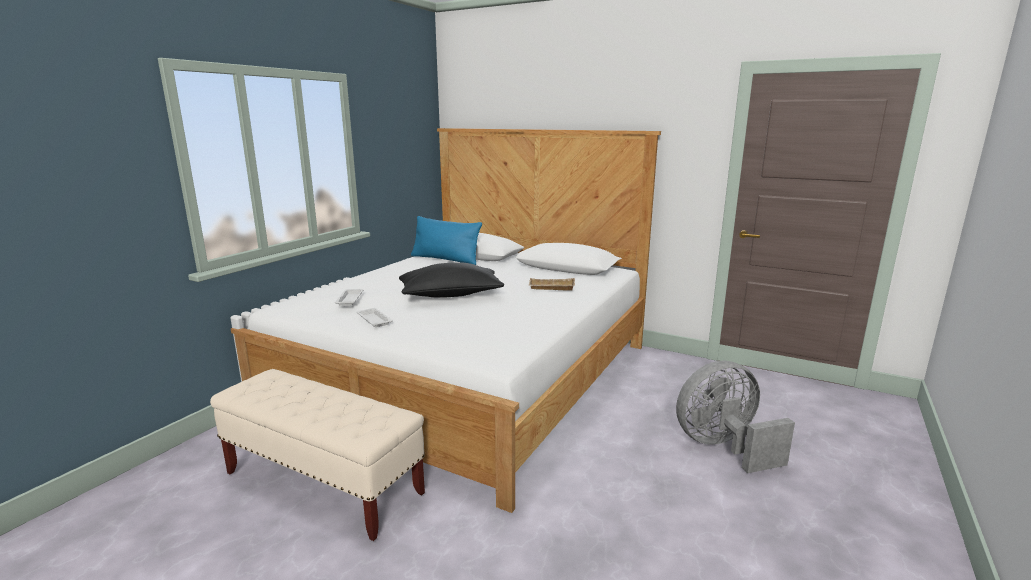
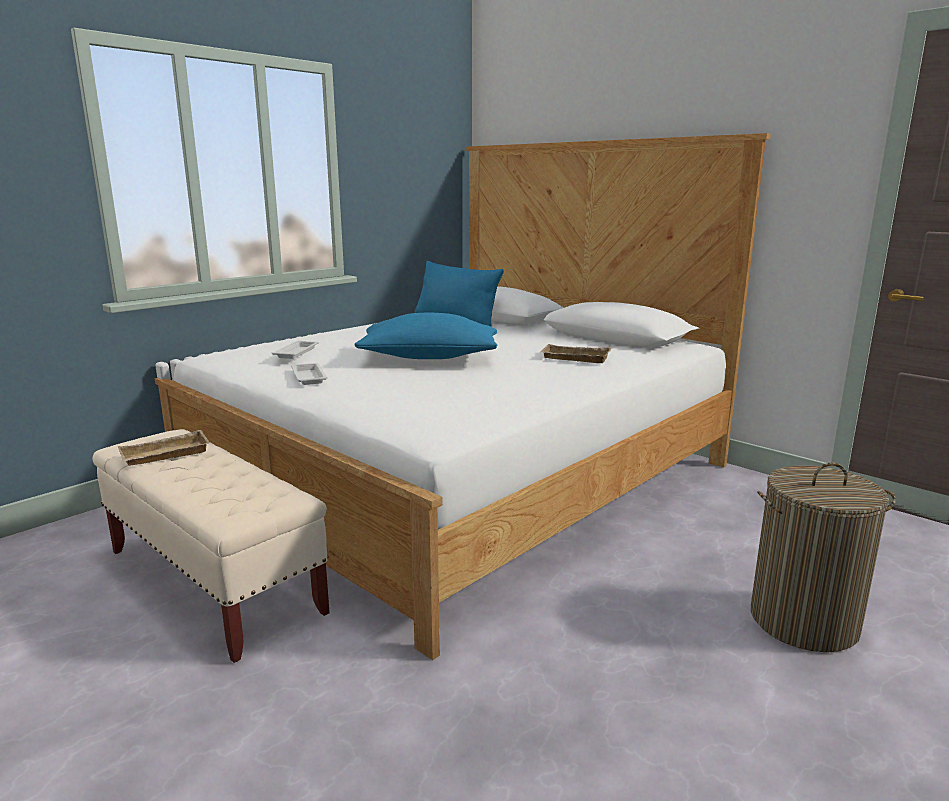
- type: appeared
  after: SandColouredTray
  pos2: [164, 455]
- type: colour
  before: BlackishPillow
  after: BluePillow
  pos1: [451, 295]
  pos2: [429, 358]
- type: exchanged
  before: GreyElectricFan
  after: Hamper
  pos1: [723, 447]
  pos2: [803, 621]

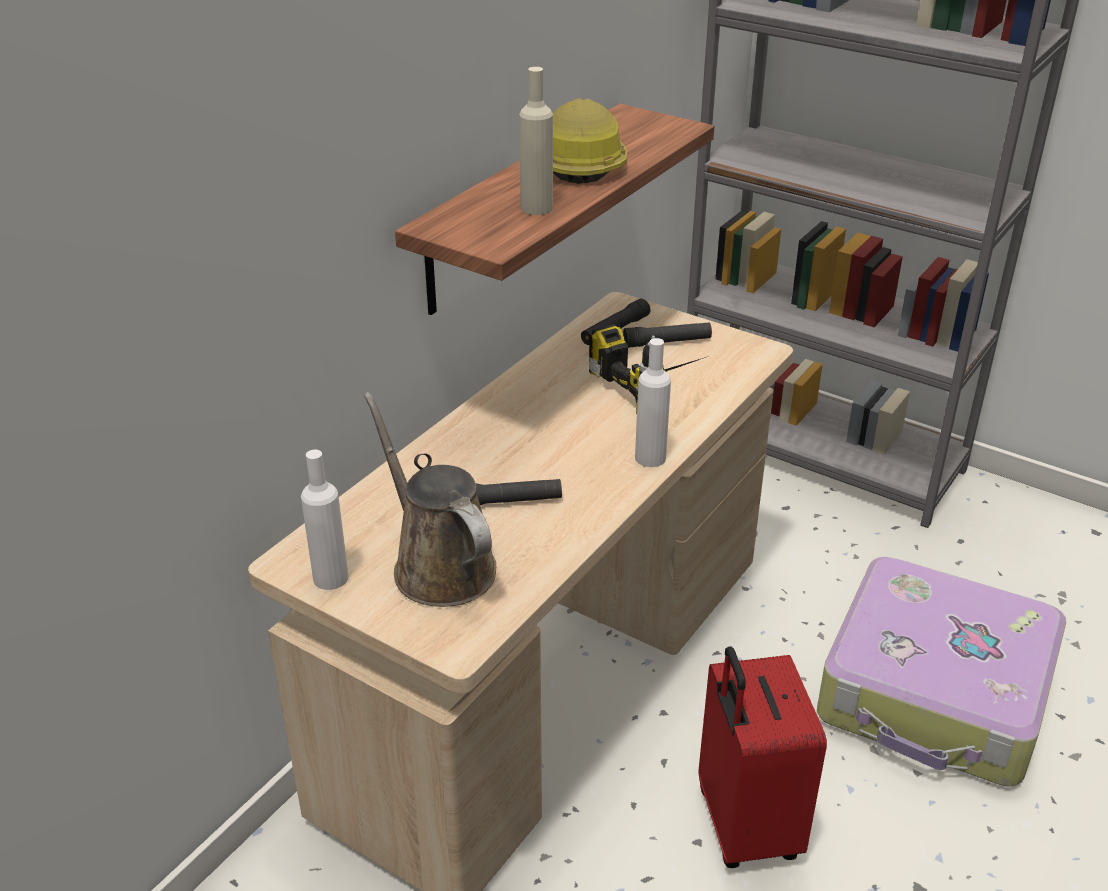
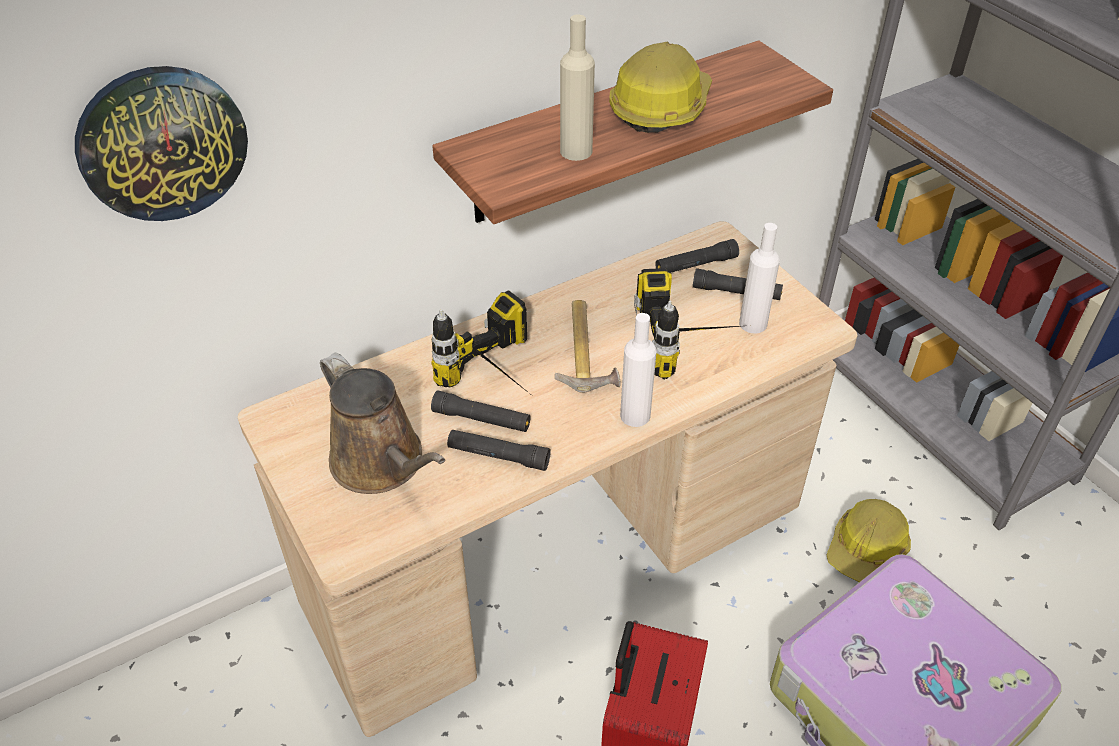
- type: appeared
  after: WallClock
  pos2: [162, 143]
- type: spun
  before: BrownColouredWateringCan
  pos1: [438, 565]
  pos2: [382, 463]
  turn: 150
- type: appeared
  after: Drill
  pos2: [501, 382]
- type: appeared
  after: BlackishTorch
  pos2: [498, 456]
- type: appeared
  after: Hammer
  pos2: [587, 350]
- type: relocated
  before: WhitishBottle
  pos1: [330, 578]
  pos2: [753, 324]
- type: appeared
  after: WorkHelmet
  pos2: [866, 548]

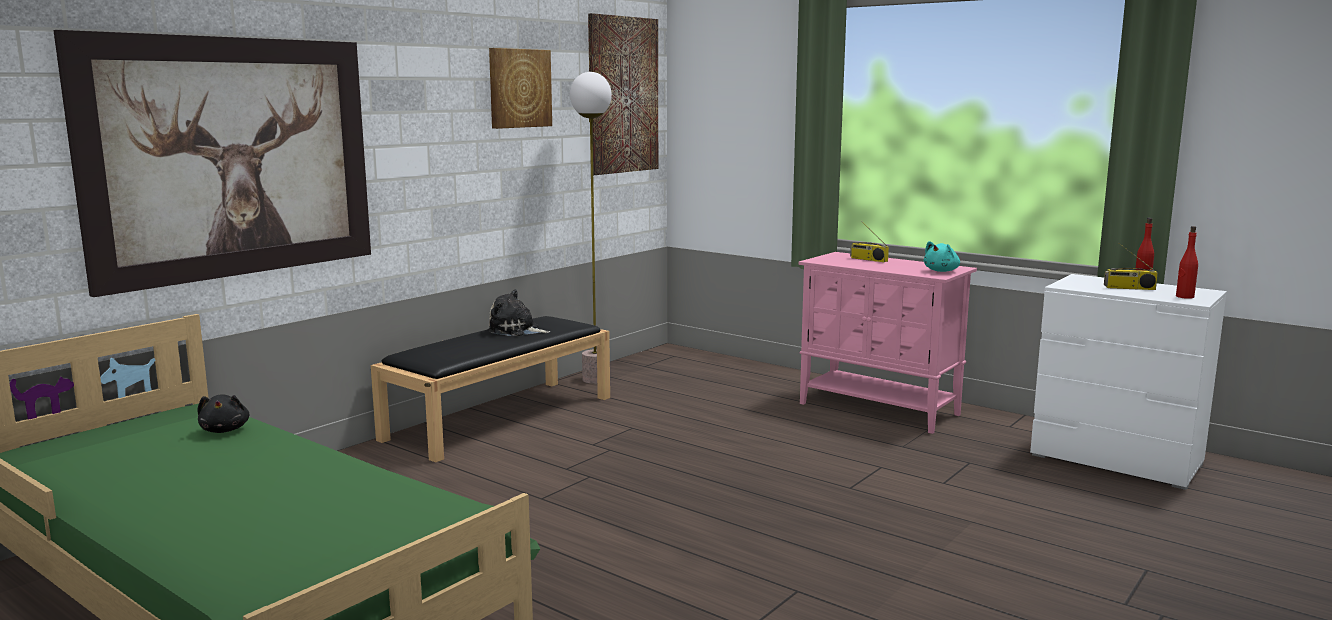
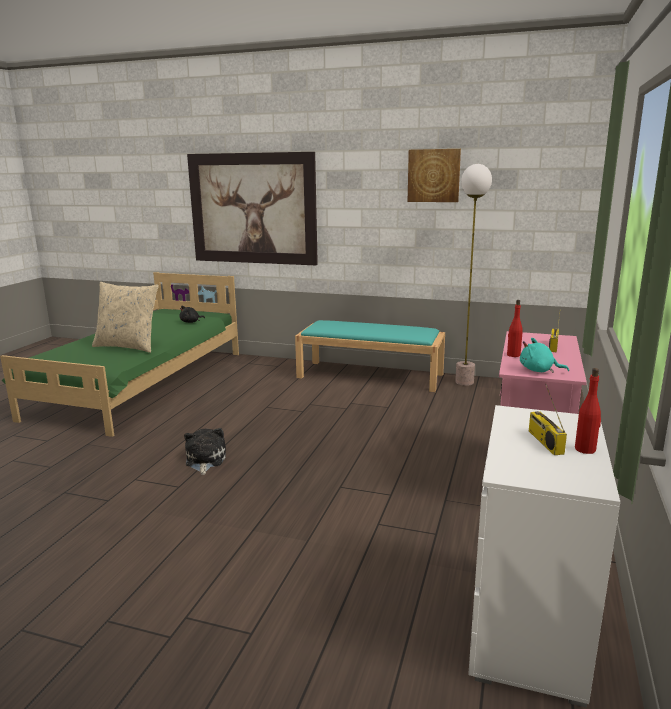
- type: appeared
  after: SandColouredPillow
  pos2: [128, 346]
- type: relocated
  before: PlushToy
  pos1: [516, 330]
  pos2: [205, 460]
- type: colour
  before: BlackishBench
  after: BlueGreenBench
  pos1: [501, 417]
  pos2: [371, 375]
- type: relocated
  before: RedColouredBottle
  pos1: [1184, 297]
  pos2: [513, 355]
- type: missing
  before: WallArt
  pos1: [623, 95]

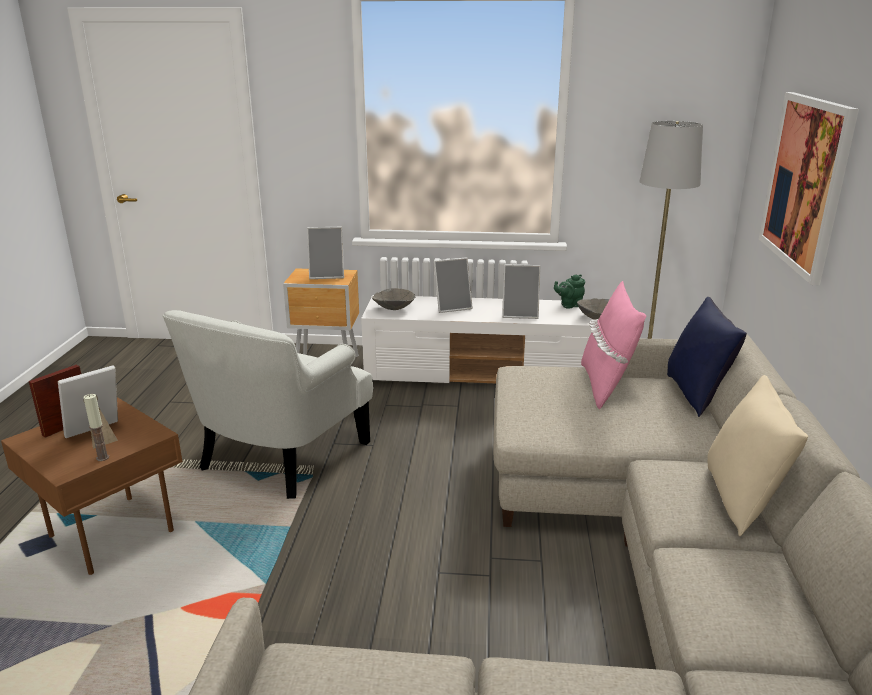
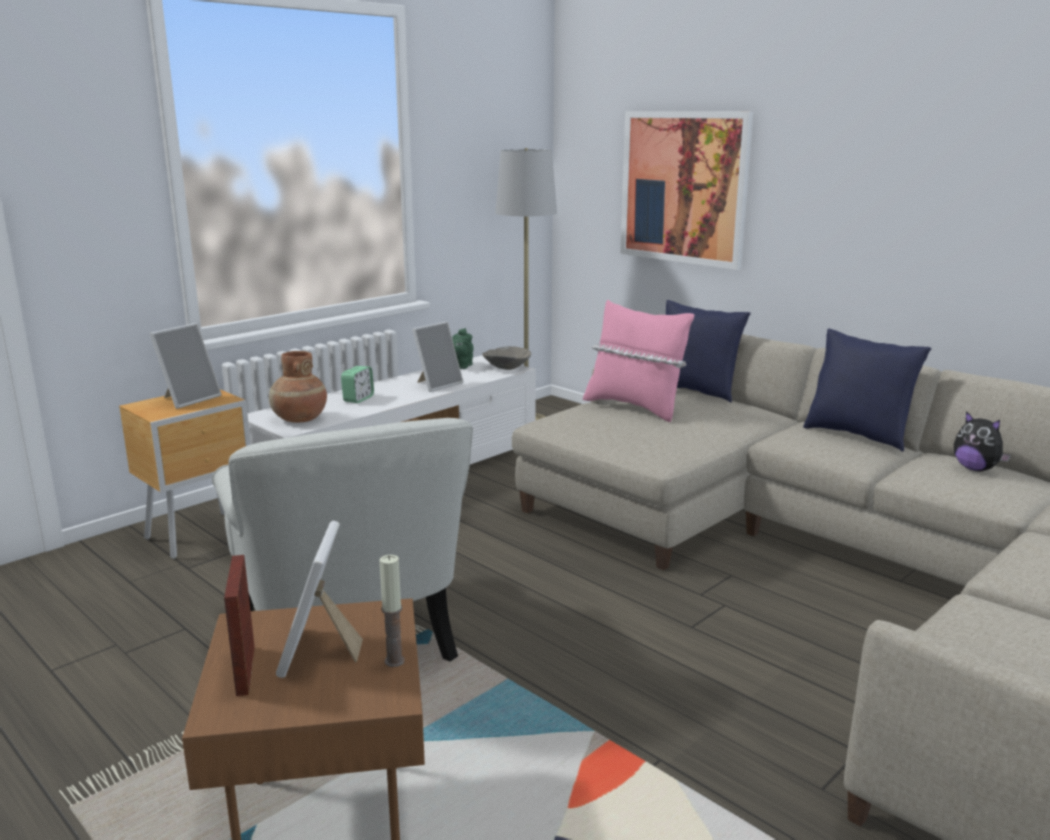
- type: exchanged
  before: GreyServingBowl
  after: BrownColouredFlowerVase
  pos1: [393, 308]
  pos2: [299, 419]
- type: exchanged
  before: PhotoFrame
  after: AlarmClock
  pos1: [452, 307]
  pos2: [358, 399]
- type: colour
  before: SandColouredPillow
  after: BluePillow
  pos1: [742, 500]
  pos2: [857, 435]
- type: appeared
  after: PlushToy
  pos2: [975, 469]

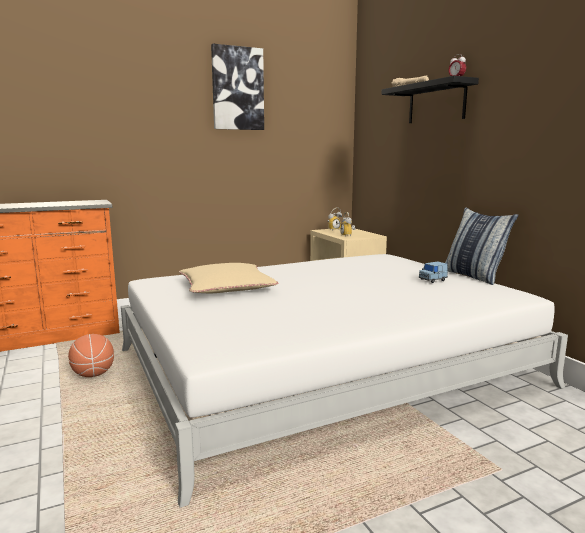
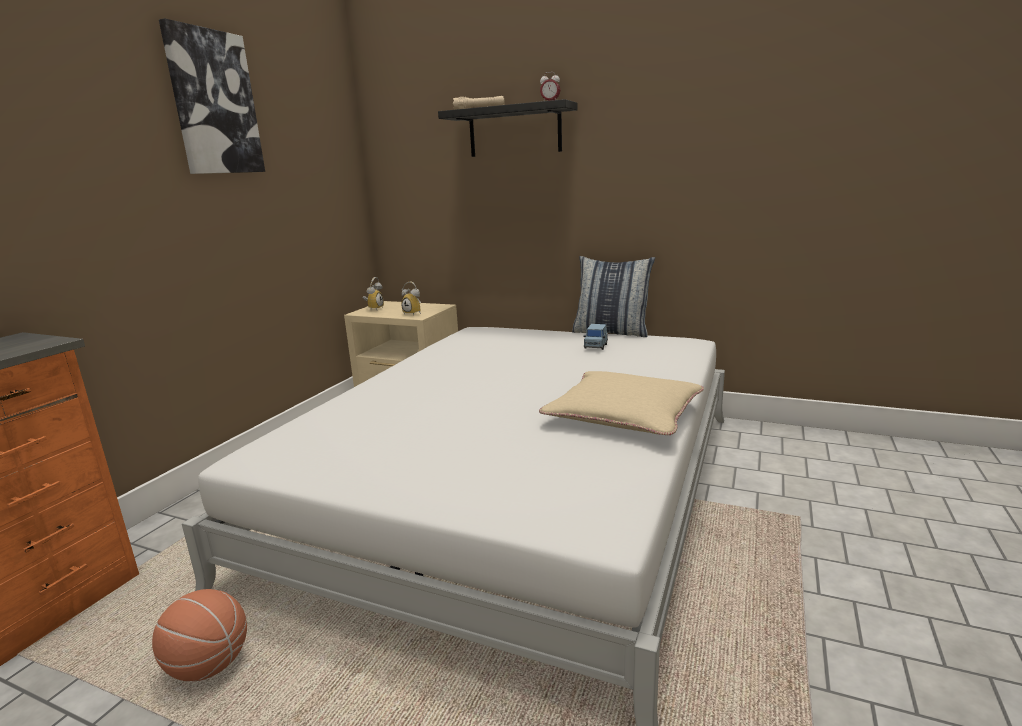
- type: relocated
  before: SandColouredPillow
  pos1: [226, 287]
  pos2: [623, 414]

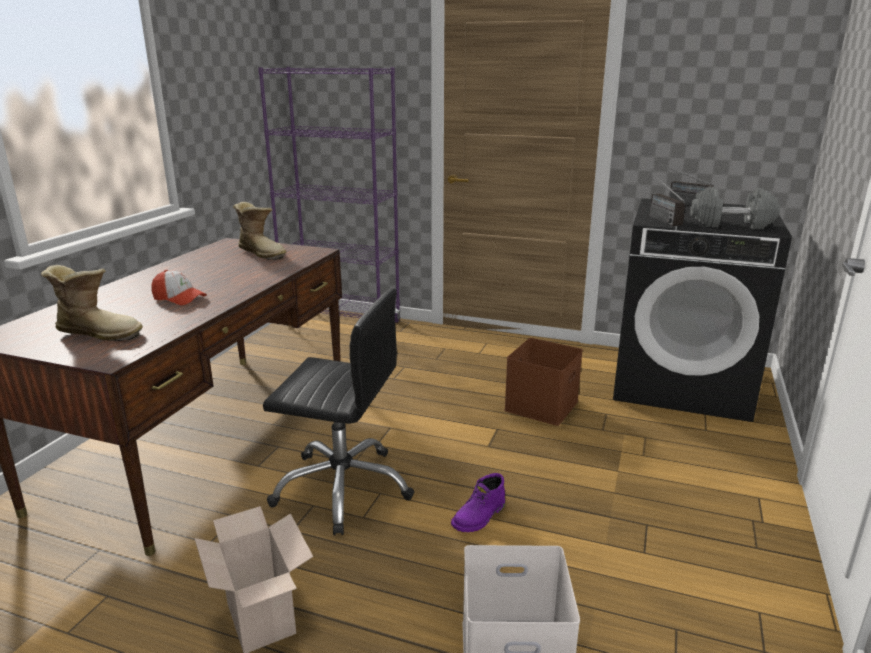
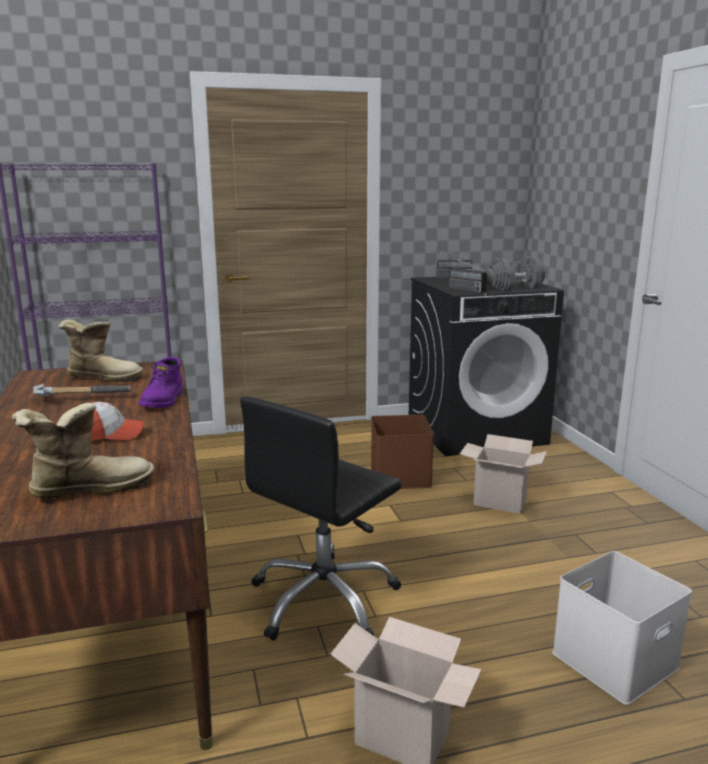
- type: appeared
  after: Hammer
  pos2: [80, 398]
- type: relocated
  before: PurplishBoot
  pos1: [479, 517]
  pos2: [164, 401]
- type: spun
  before: BlackishComputerChair
  pos1: [343, 487]
  pos2: [324, 600]
  turn: 150
- type: appeared
  after: PackingBox
  pos2: [498, 502]

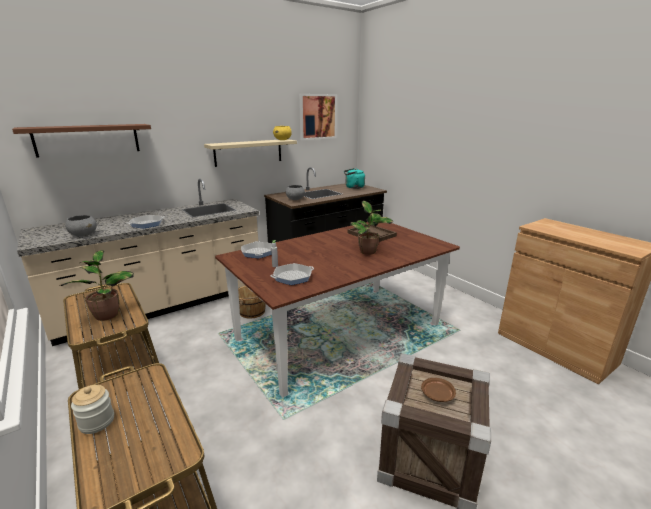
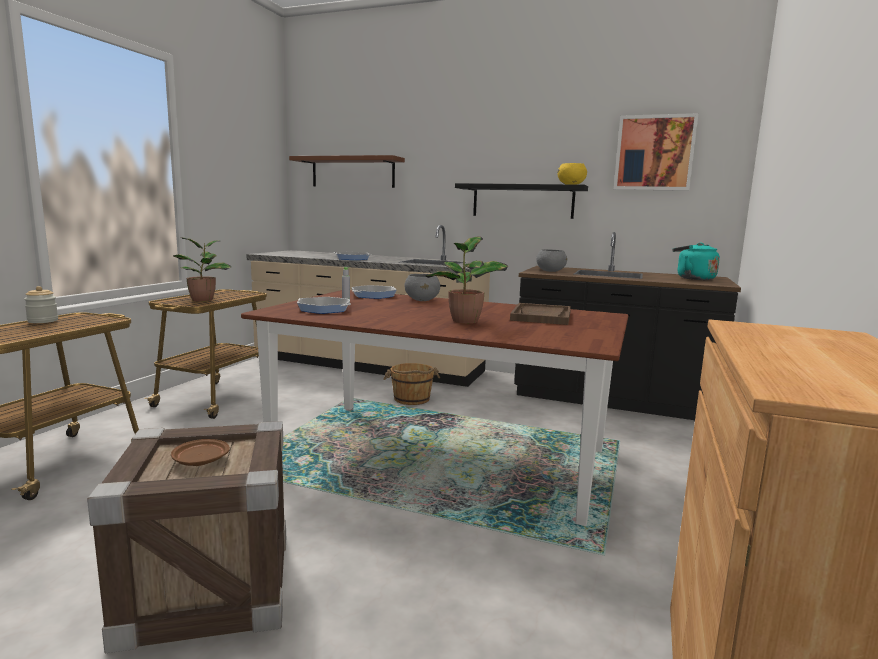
- type: relocated
  before: GreyServingBowl
  pos1: [83, 235]
  pos2: [422, 300]
- type: colour
  before: SandColouredBracketShelf
  after: BlackishBracketShelf
  pos1: [248, 152]
  pos2: [522, 201]

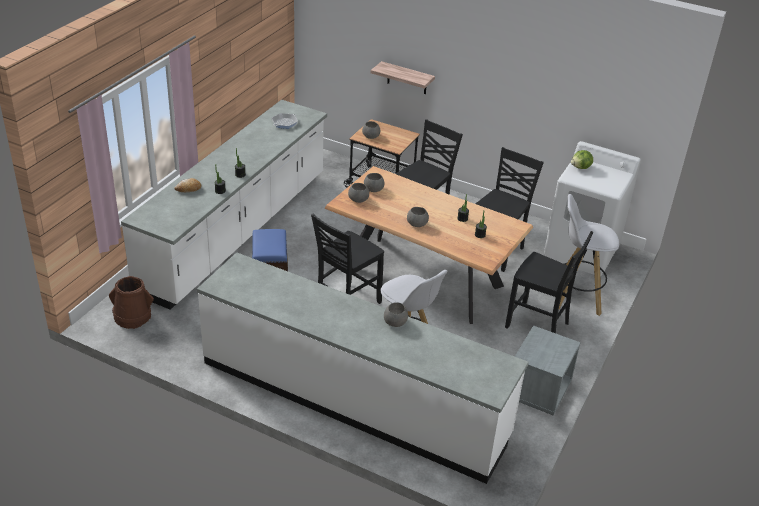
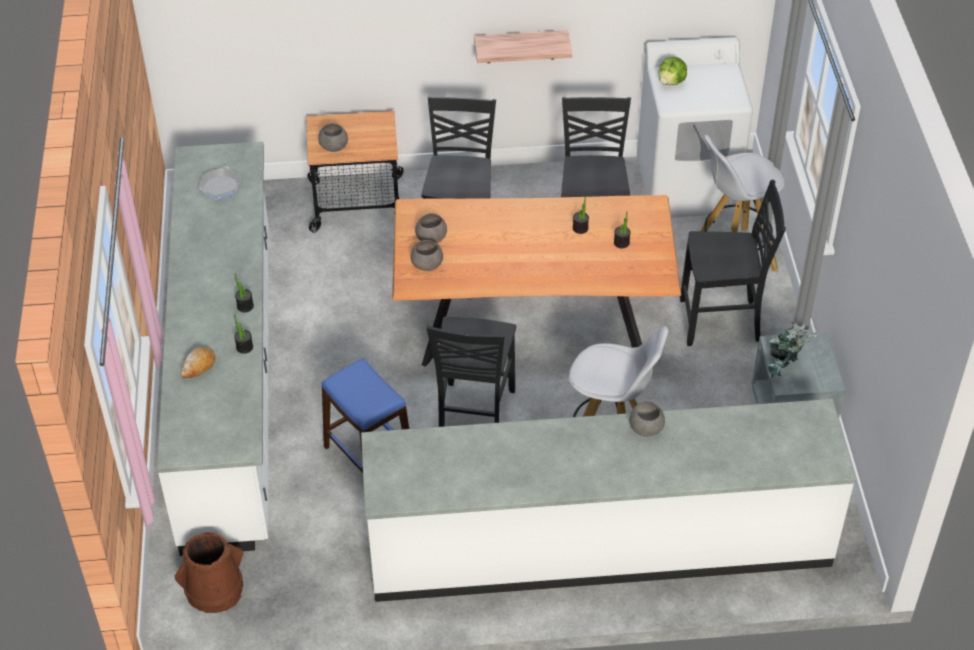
- type: relocated
  before: BracketShelf
  pos1: [407, 78]
  pos2: [520, 46]
- type: appeared
  after: Houseplant
  pos2: [784, 369]
- type: missing
  before: GreyServingBowl
  pos1: [416, 223]

